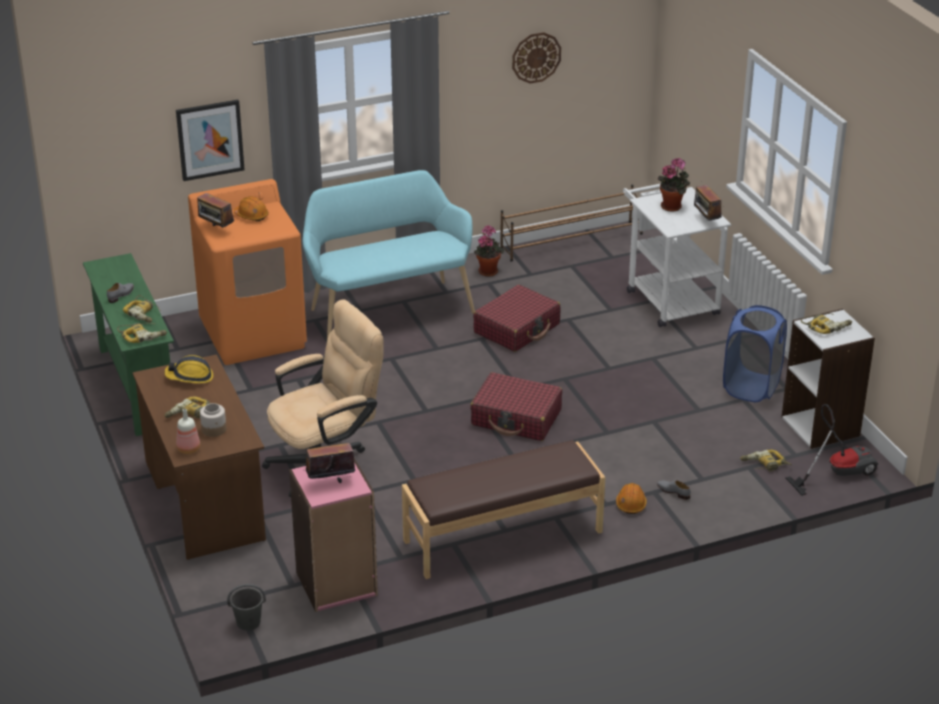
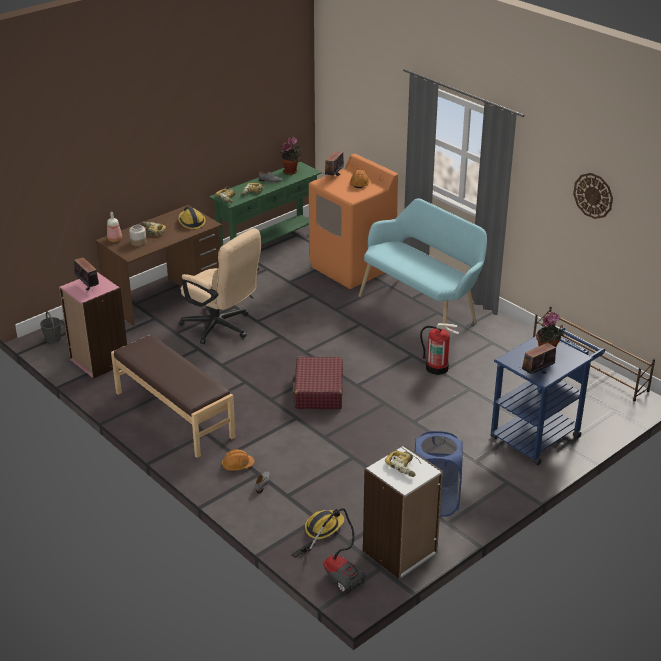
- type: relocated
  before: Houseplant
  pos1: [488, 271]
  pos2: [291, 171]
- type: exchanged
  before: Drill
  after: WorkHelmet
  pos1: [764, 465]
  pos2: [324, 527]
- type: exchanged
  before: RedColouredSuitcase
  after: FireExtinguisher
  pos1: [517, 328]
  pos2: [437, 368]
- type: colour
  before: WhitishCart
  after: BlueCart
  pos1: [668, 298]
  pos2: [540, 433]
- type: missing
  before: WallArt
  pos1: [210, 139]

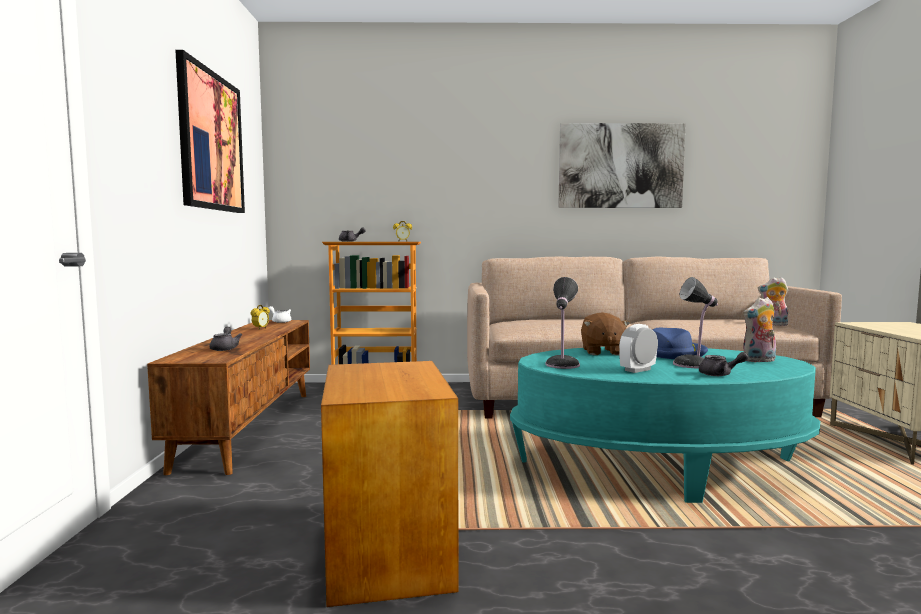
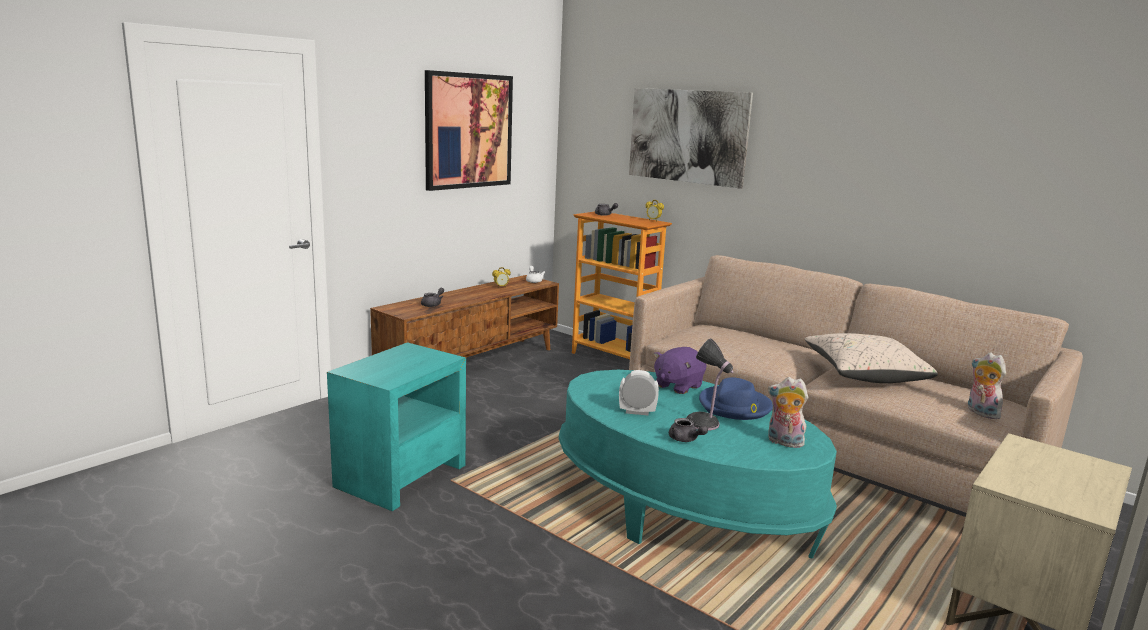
- type: colour
  before: BrownColouredSideTable
  after: BlueGreenSideTable
  pos1: [386, 552]
  pos2: [400, 476]
- type: relocated
  before: WallArt
  pos1: [621, 166]
  pos2: [687, 136]
- type: colour
  before: BrownColouredPlushToy
  after: PurplishPlushToy
  pos1: [602, 352]
  pos2: [677, 386]
- type: appeared
  after: SandColouredPillow
  pos2: [864, 374]
- type: missing
  before: LampForATable
  pos1: [561, 365]

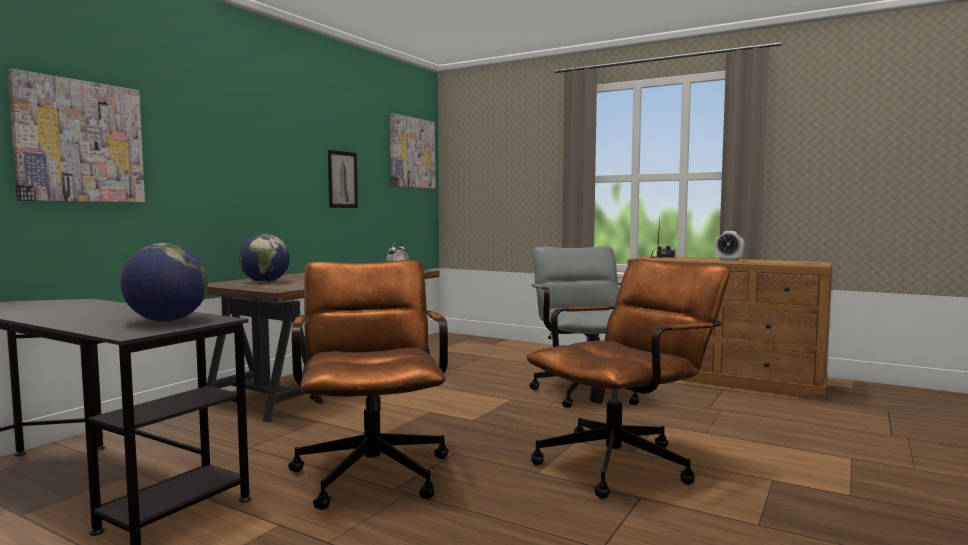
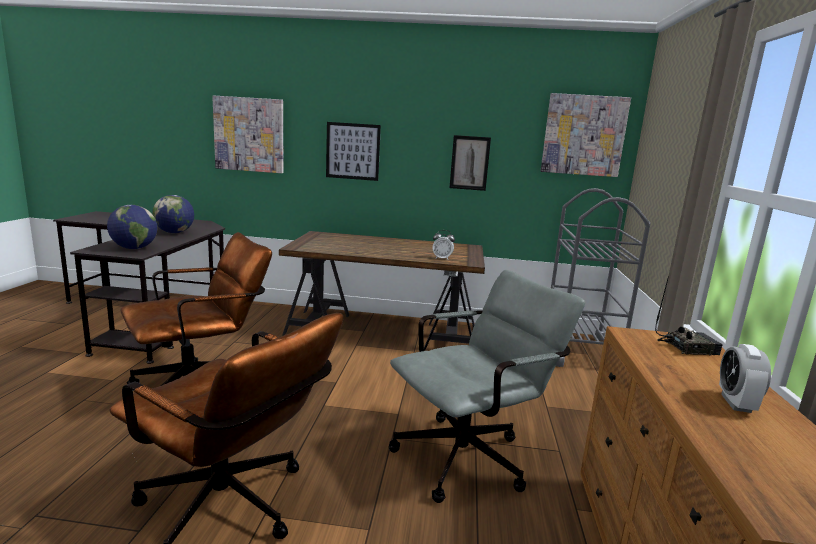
- type: relocated
  before: DeskGlobe
  pos1: [265, 282]
  pos2: [174, 232]
- type: appeared
  after: WallArt
  pos2: [353, 151]
- type: appeared
  after: GreyCart
  pos2: [580, 351]

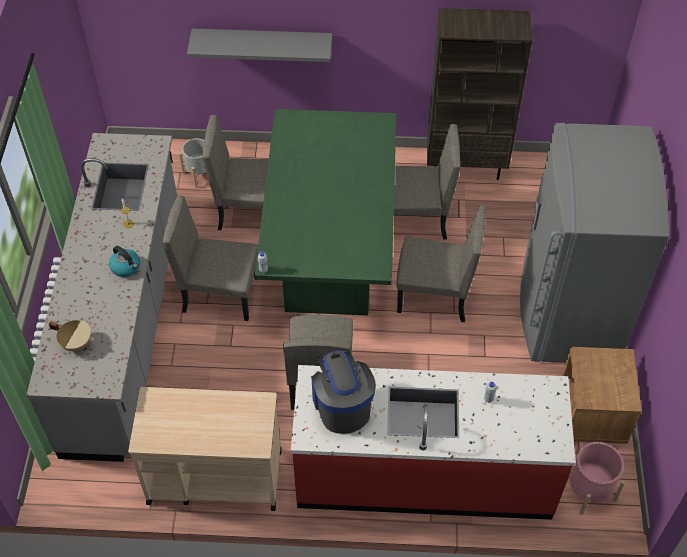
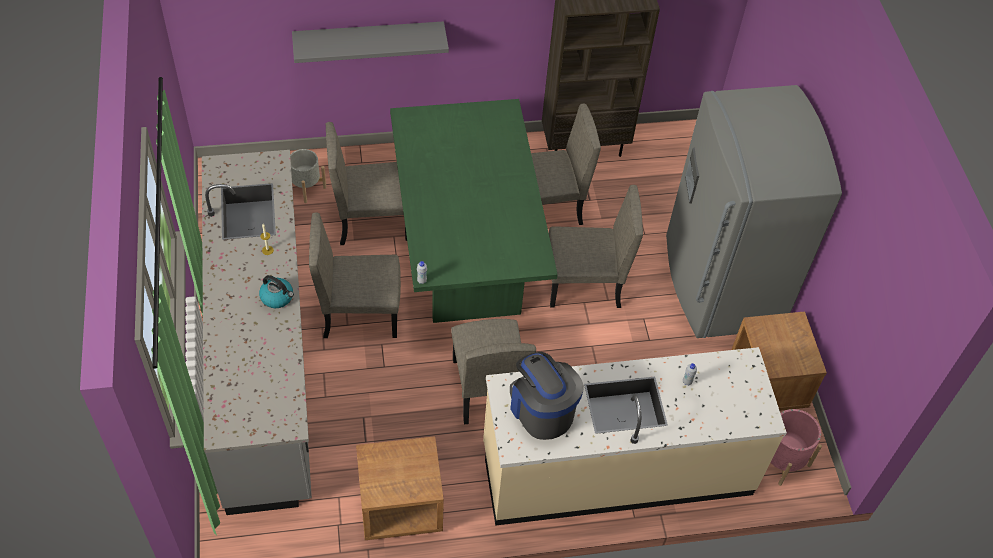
- type: exchanged
  before: SandColouredCart
  after: BrownColouredNightTable
  pos1: [214, 476]
  pos2: [400, 507]
- type: colour
  before: RedColouredCounter
  after: SandColouredCounter
  pos1: [424, 473]
  pos2: [616, 469]
- type: missing
  before: SandColouredStockpot
  pos1: [77, 343]

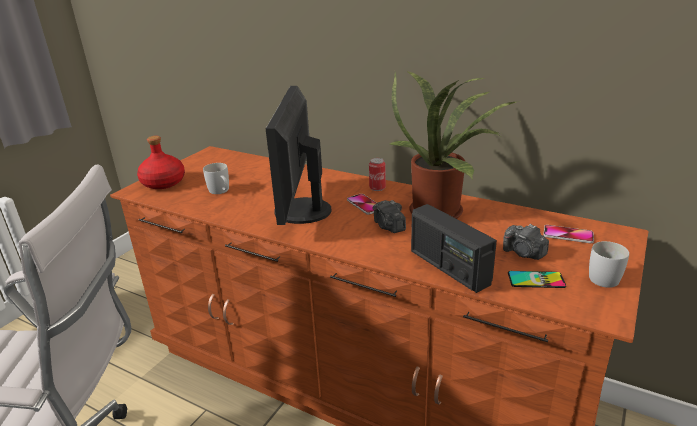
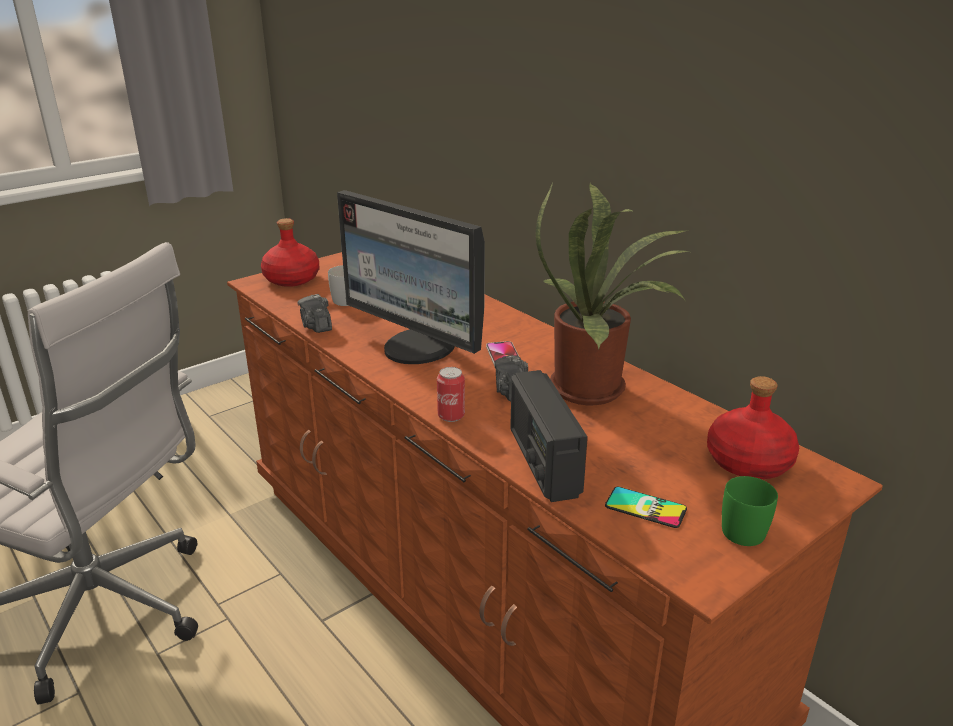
- type: relocated
  before: StillCamera
  pos1: [524, 253]
  pos2: [316, 326]
- type: spun
  before: Monitor
  pos1: [300, 212]
  pos2: [418, 348]
  turn: -75
- type: relocated
  before: Can
  pos1: [377, 188]
  pos2: [451, 416]
- type: exchanged
  before: Handset
  after: RedColouredBottle
  pos1: [568, 235]
  pos2: [748, 461]
- type: colour
  before: WhitishTeaMug
  after: GreenColouredTeaMug
  pos1: [603, 276]
  pos2: [747, 528]

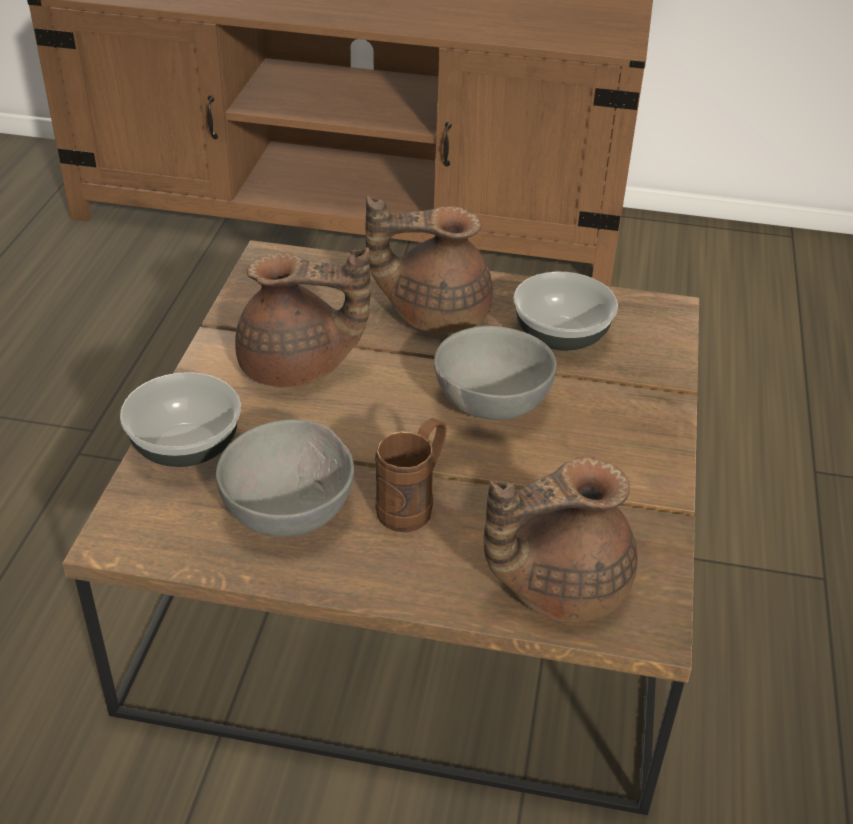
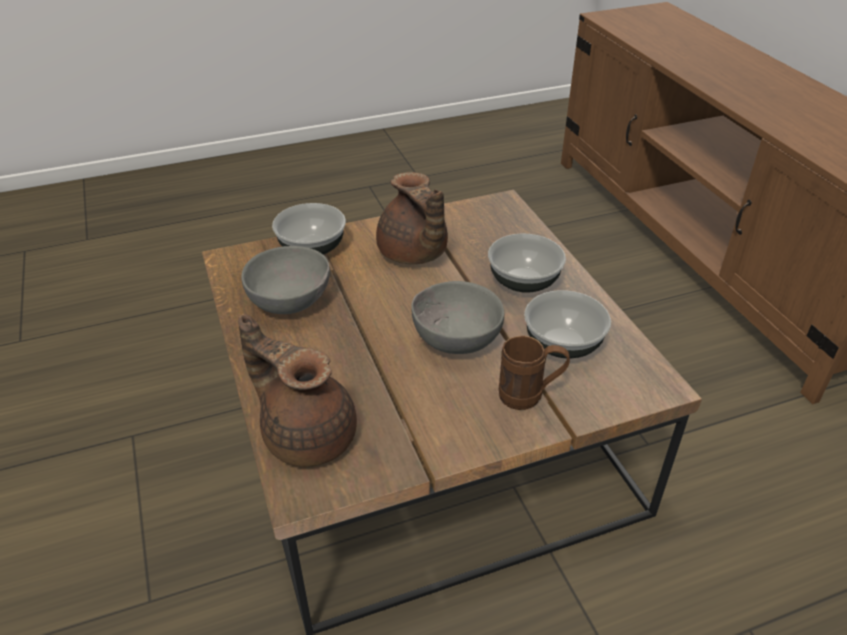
- type: exchanged
  before: BrownColouredTeaPot
  after: ServingBowl
  pos1: [434, 313]
  pos2: [524, 281]
- type: relocated
  before: BrownColouredTeaMug
  pos1: [413, 505]
  pos2: [530, 396]

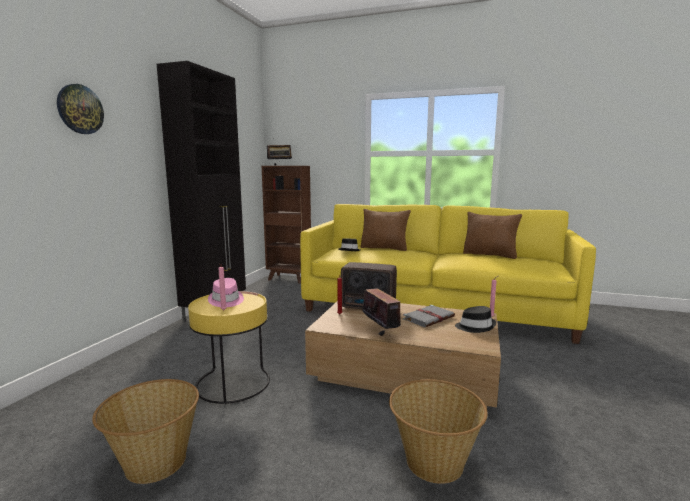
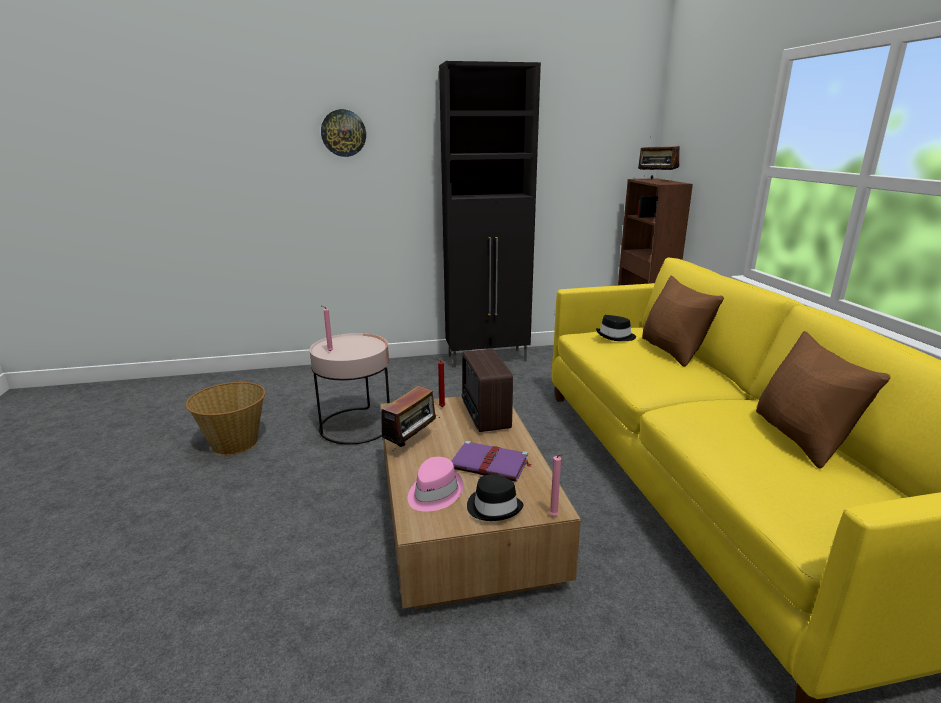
- type: colour
  before: YellowSideTable
  after: PinkSideTable
  pos1: [232, 383]
  pos2: [356, 426]
- type: relocated
  before: PinkWearableHat
  pos1: [226, 300]
  pos2: [434, 493]
- type: colour
  before: GreyVolume
  after: PurplishVolume
  pos1: [429, 318]
  pos2: [491, 464]
- type: missing
  before: Basket
  pos1: [433, 462]

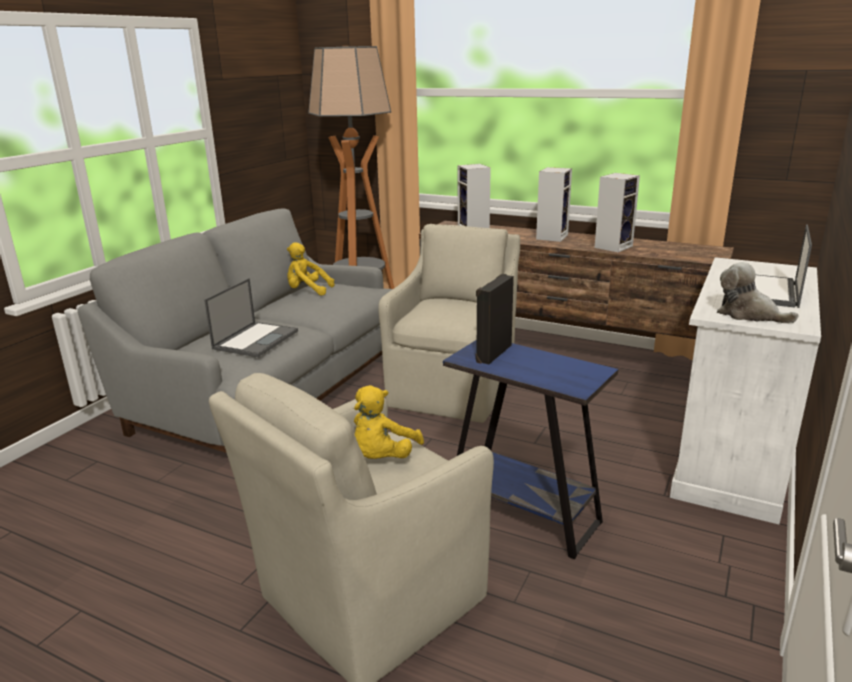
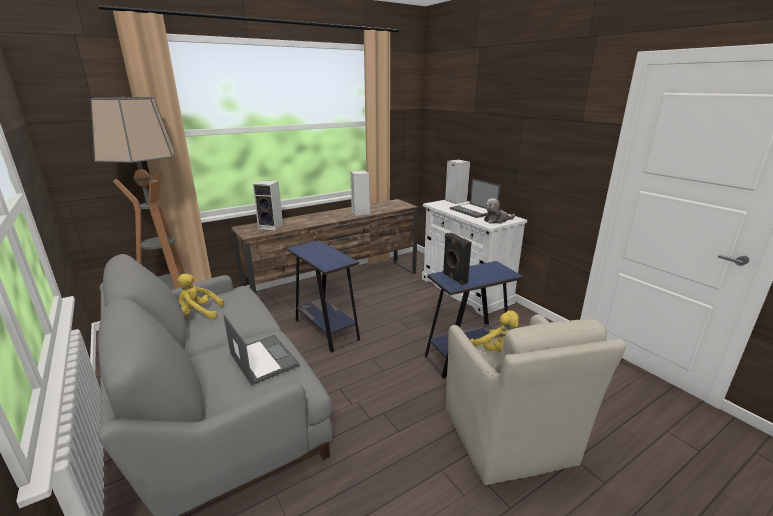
- type: spun
  before: YellowPlushToy
  pos1: [307, 291]
  pos2: [199, 314]
  turn: 45
- type: exchanged
  before: SandColouredArmchair
  after: BlueSideTable
  pos1: [453, 389]
  pos2: [326, 330]
- type: relocated
  before: Speaker
  pos1: [551, 236]
  pos2: [455, 201]

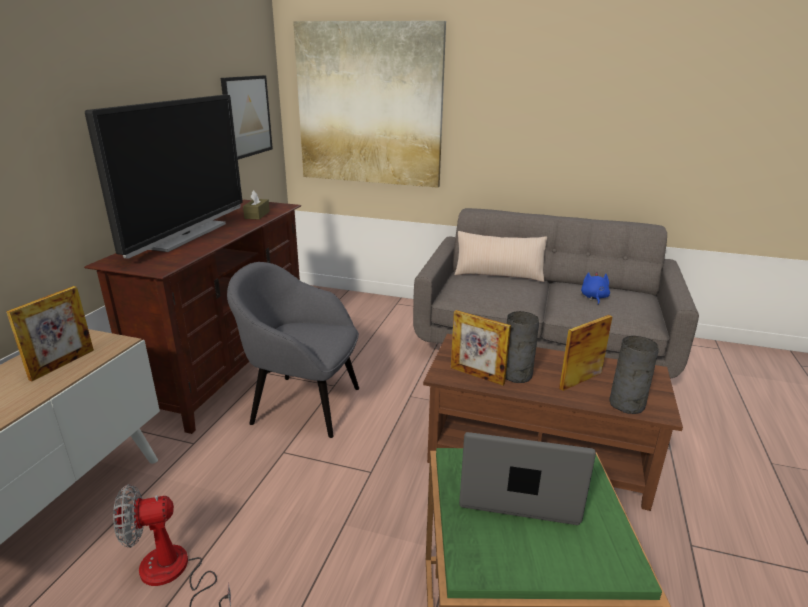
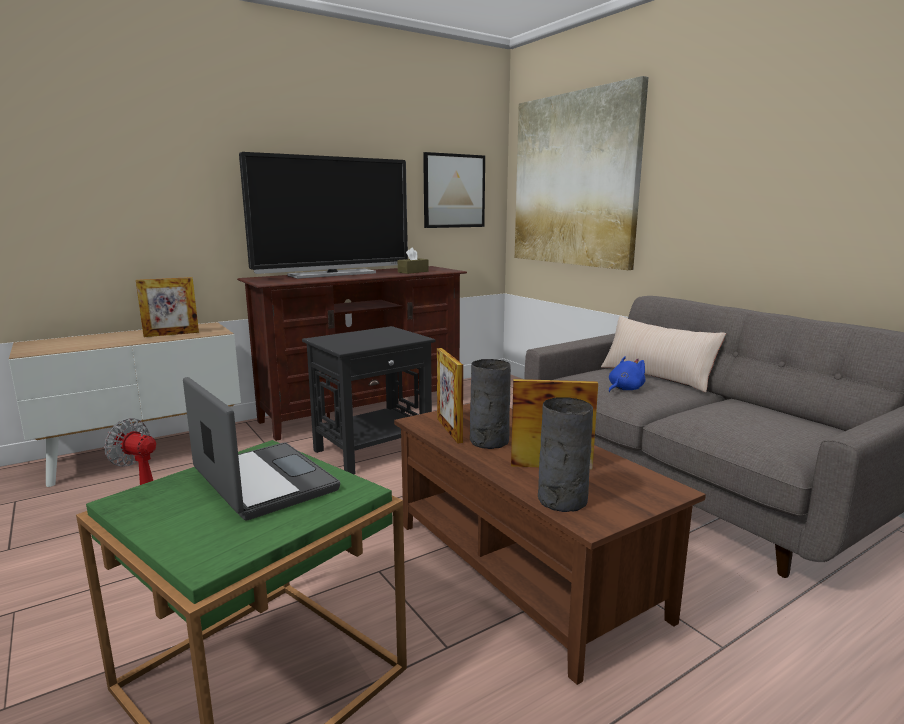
- type: exchanged
  before: GreyArmchair
  after: BlackishSideTable
  pos1: [304, 404]
  pos2: [374, 450]
- type: relocated
  before: BluePlushToy
  pos1: [594, 297]
  pos2: [624, 389]

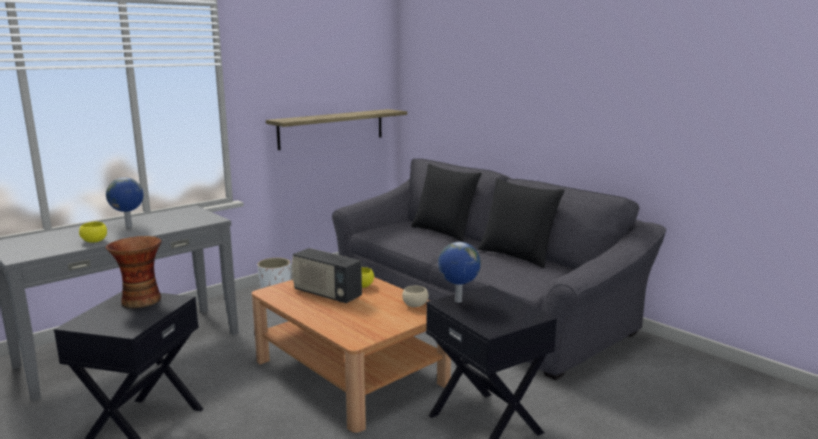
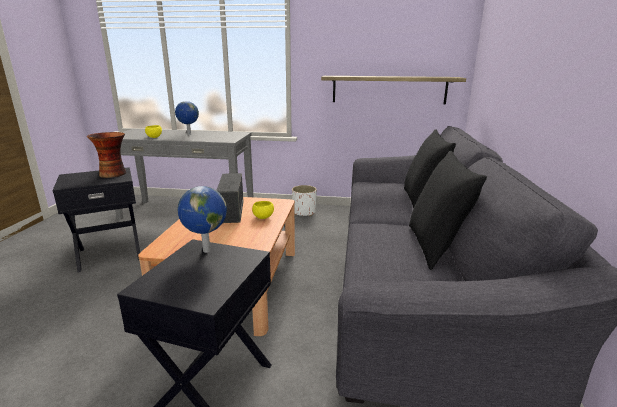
- type: missing
  before: SandColouredServingBowl
  pos1: [415, 305]

